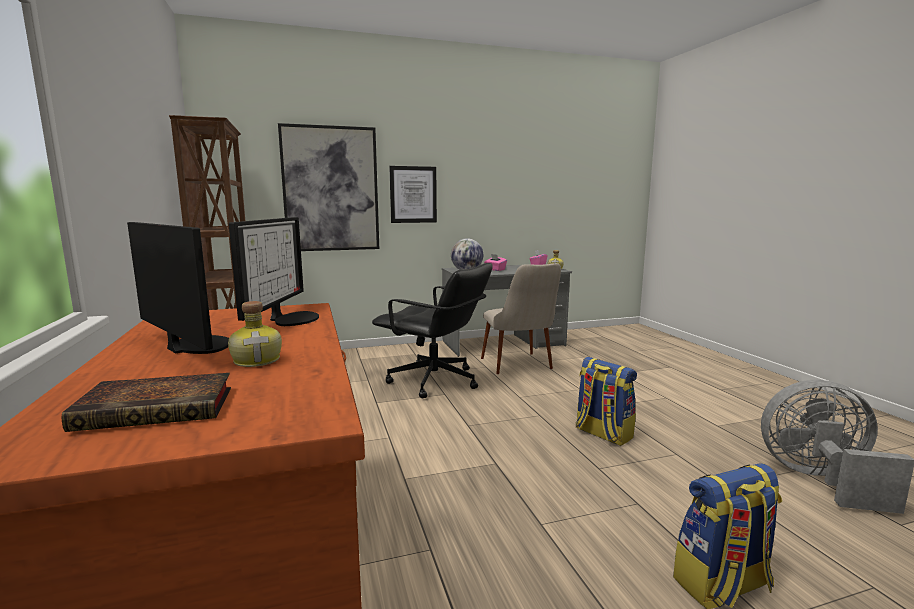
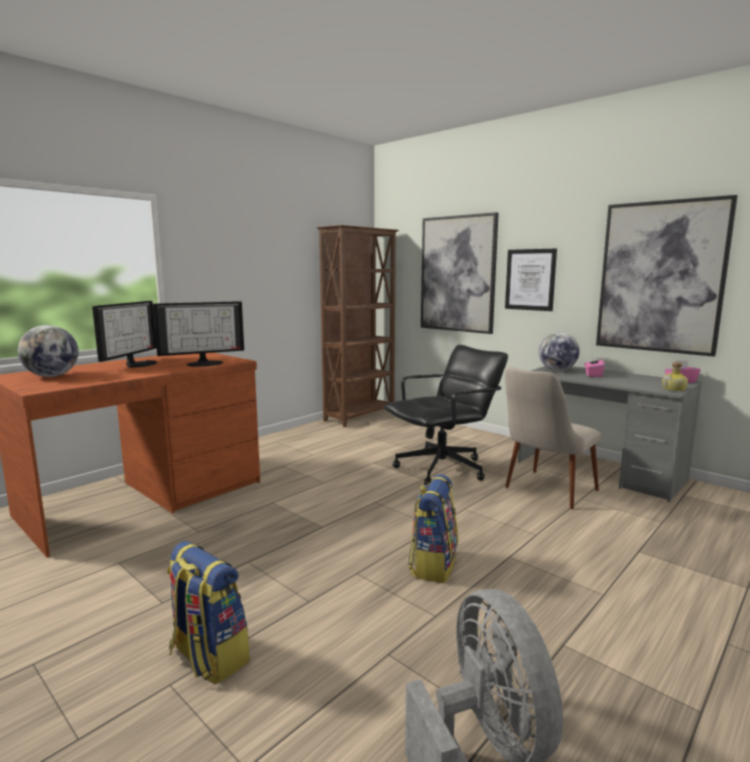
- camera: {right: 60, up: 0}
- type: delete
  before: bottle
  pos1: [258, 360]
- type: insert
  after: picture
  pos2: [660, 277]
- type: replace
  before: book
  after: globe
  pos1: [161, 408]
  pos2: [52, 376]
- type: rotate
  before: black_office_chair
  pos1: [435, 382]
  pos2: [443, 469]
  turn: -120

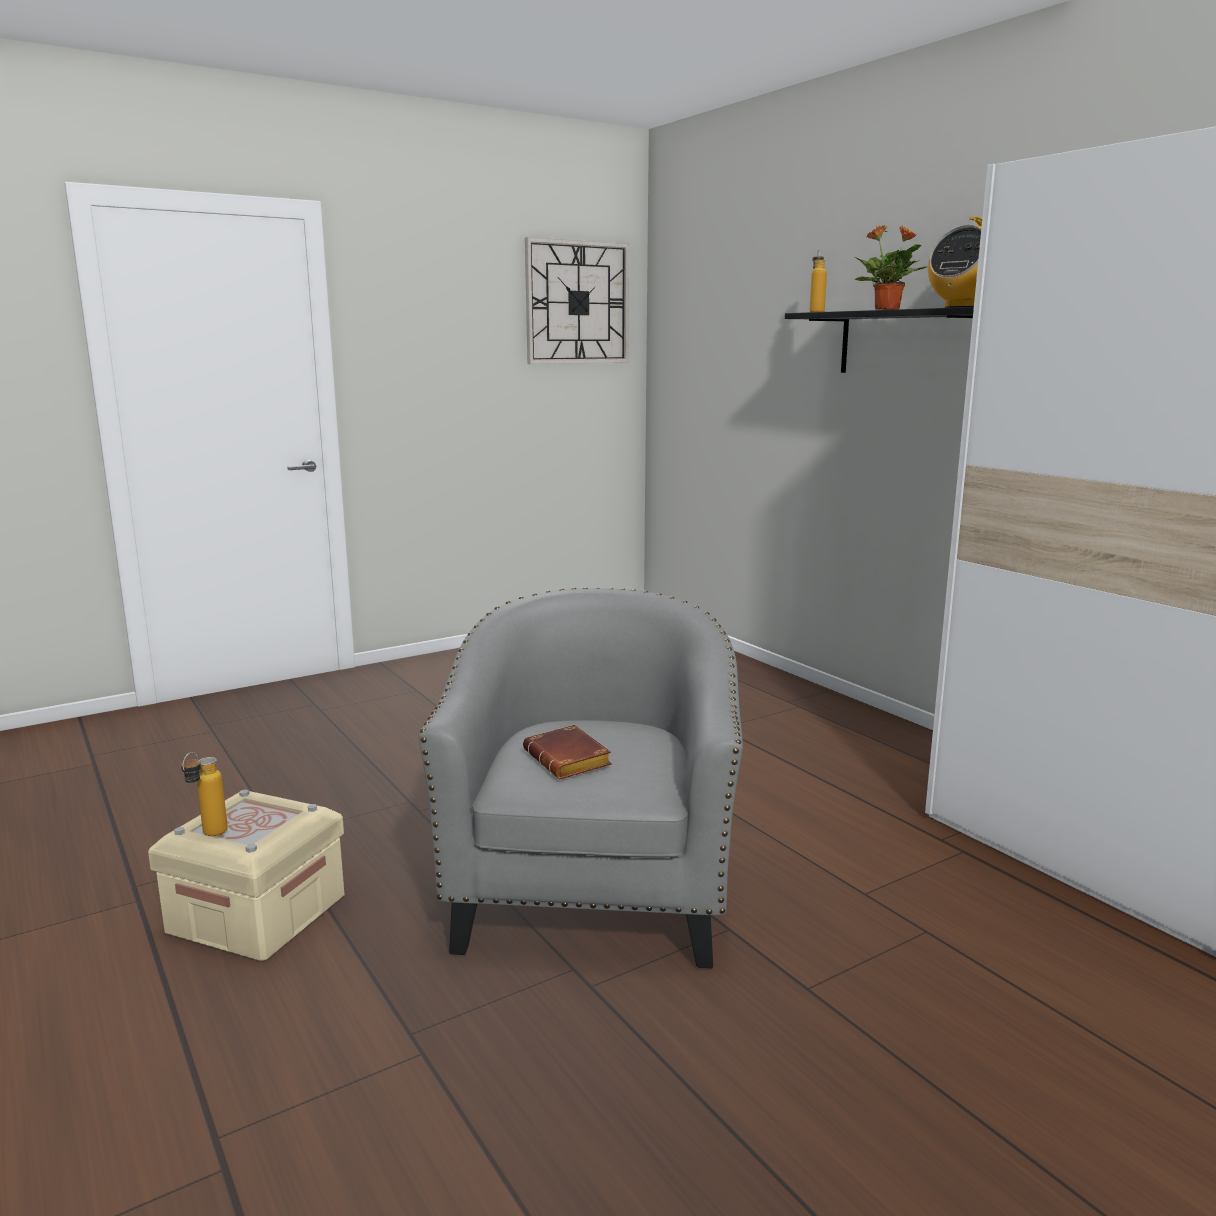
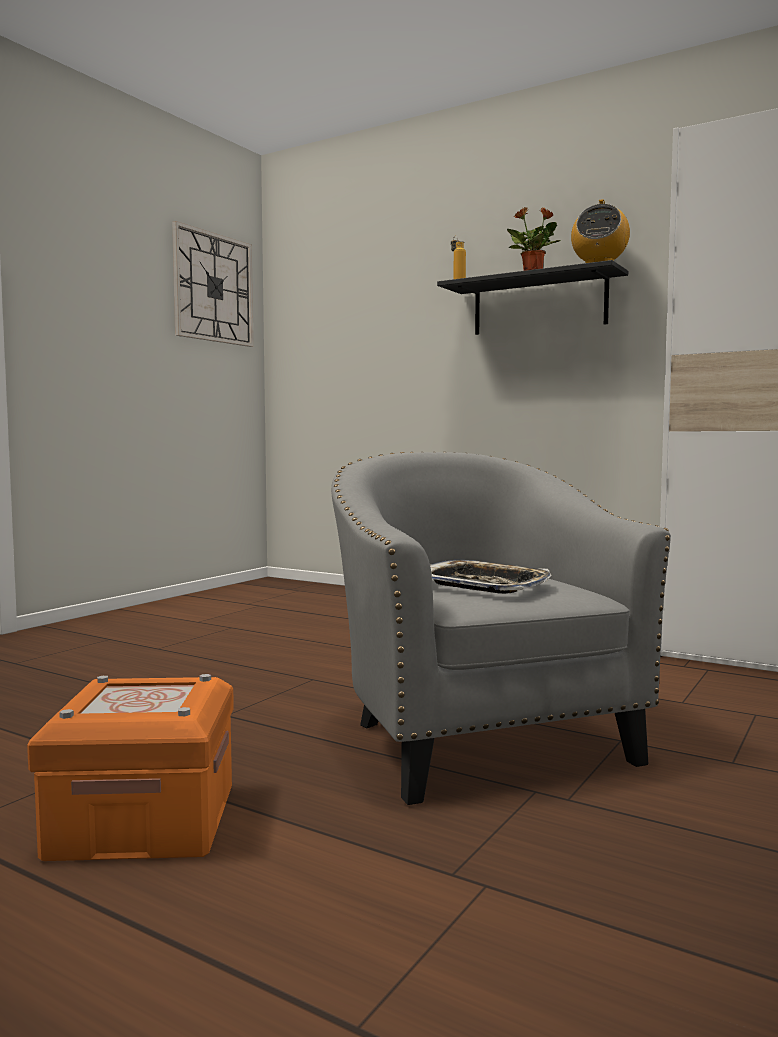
- camera: {right: -25, up: -10}
- type: delete
  before: bottle
  pos1: [208, 836]
- type: replace
  before: brown_book
  after: tray
  pos1: [570, 760]
  pos2: [483, 586]
- type: recolor
  before: beige_storage_box
  after: orange_storage_box
  pos1: [257, 914]
  pos2: [144, 821]

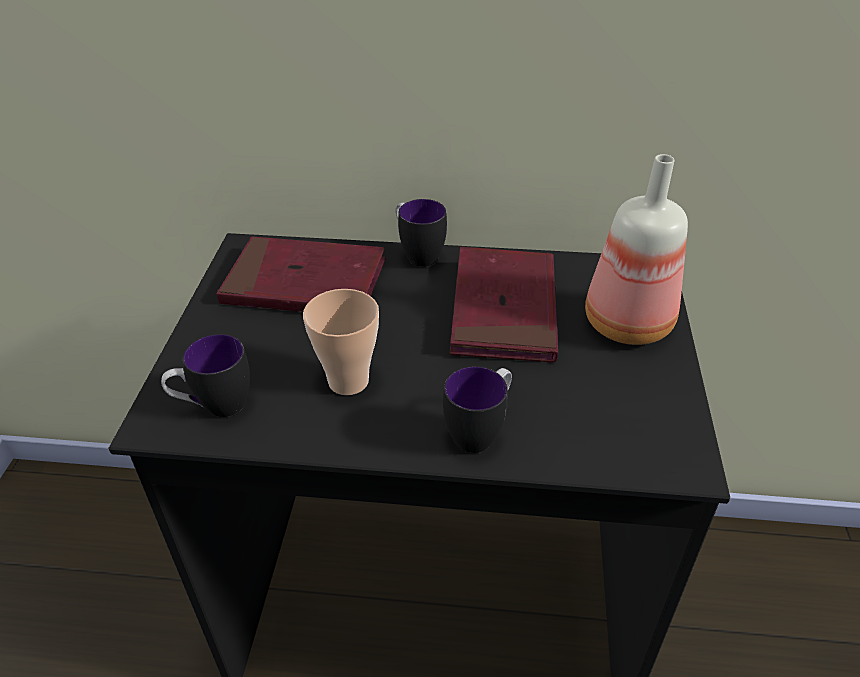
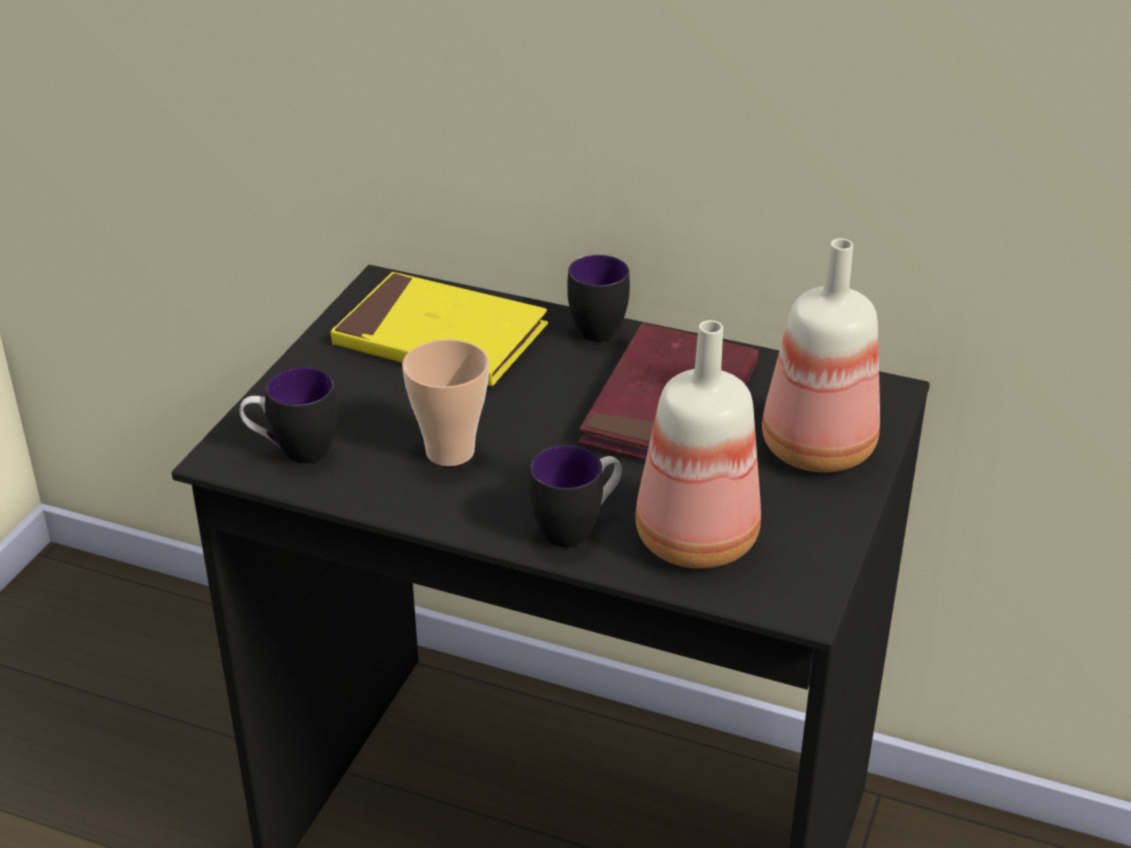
- camera: {right: 15, up: -5}
- type: insert
  after: bottle
  pos2: [695, 542]
- type: recolor
  before: red_book
  after: yellow_book
  pos1: [305, 283]
  pos2: [440, 338]

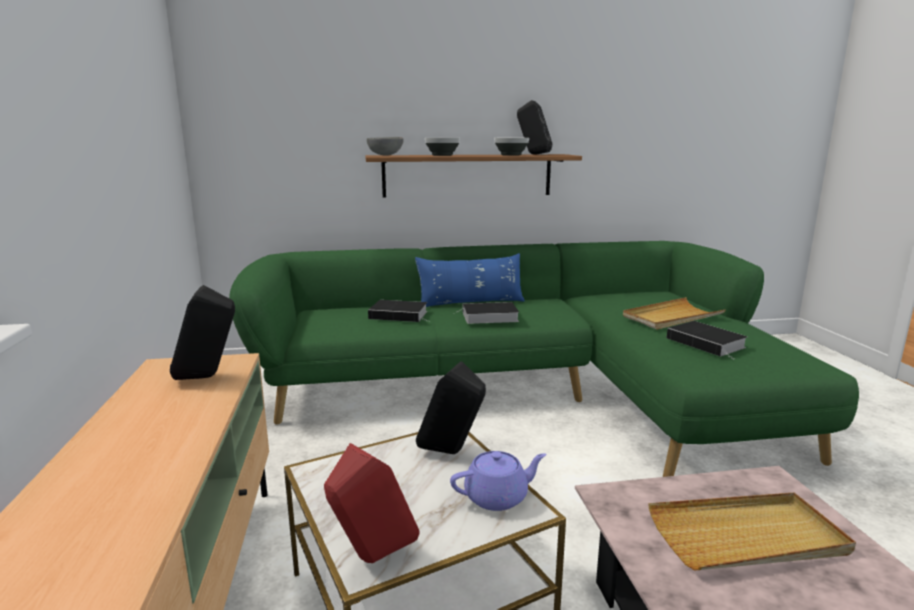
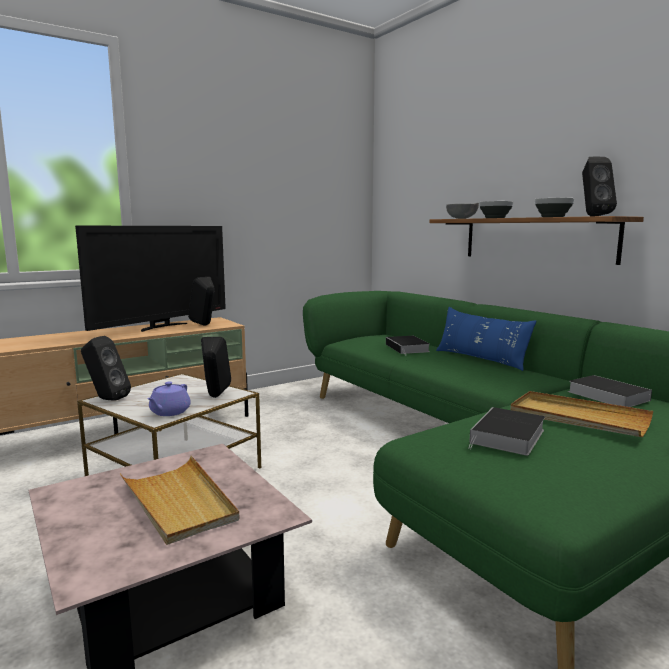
- camera: {right: 65, up: -5}
- type: insert
  after: television
  pos2: [162, 327]
- type: move
  before: book
  pos1: [488, 317]
  pos2: [605, 395]
- type: recolor
  before: red_speaker
  after: black_speaker
  pos1: [372, 560]
  pos2: [106, 399]
- type: rotate
  before: purple_teapot
  pos1: [497, 497]
  pos2: [169, 412]
  turn: 60

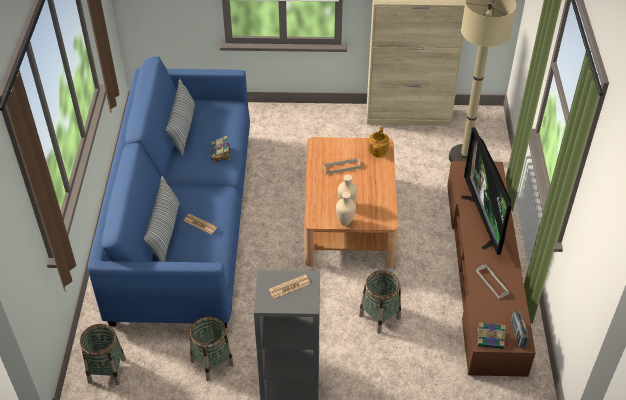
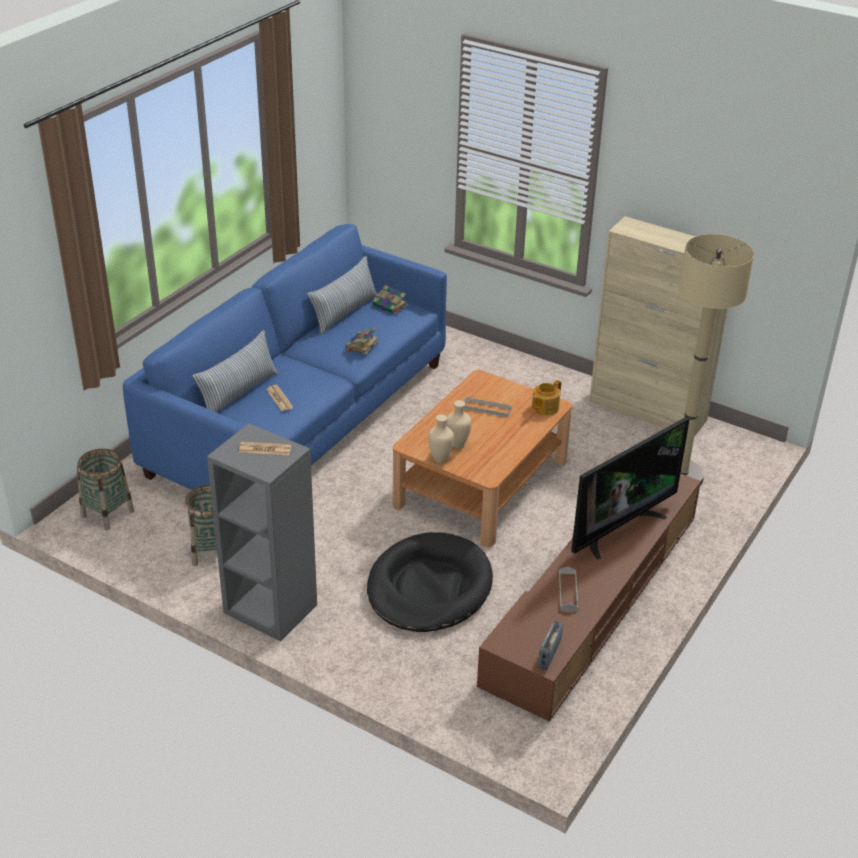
- camera: {right: 30, up: -10}
- type: move
  before: book
  pos1: [491, 339]
  pos2: [390, 306]
- type: replace
  before: basket
  after: black_dog_bed
  pos1: [379, 316]
  pos2: [429, 587]
- type: rotate
  before: television
  pos1: [484, 220]
  pos2: [619, 529]
  turn: -150

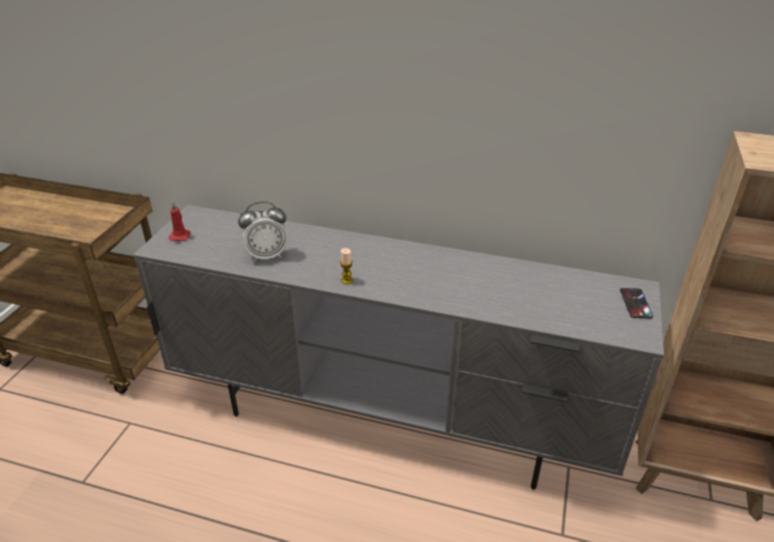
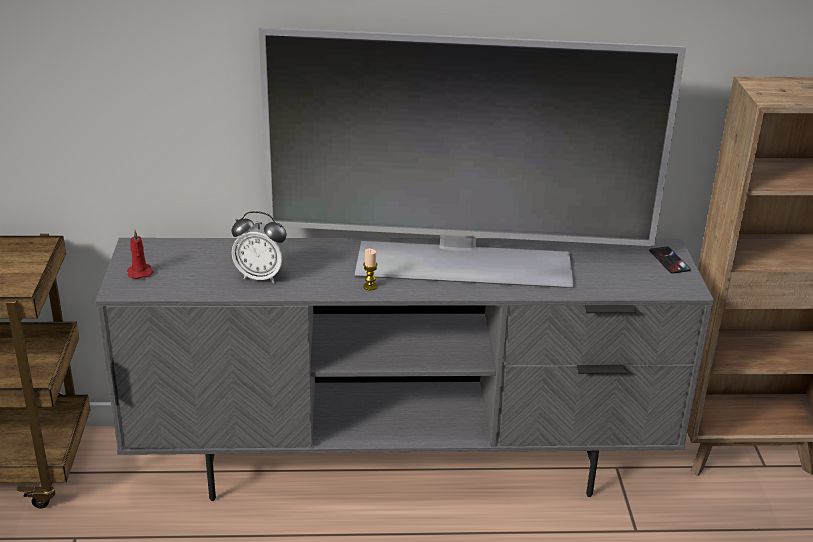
- camera: {right: -20, up: -5}
- type: insert
  after: television
  pos2: [463, 263]
- type: rotate
  before: alarm_clock
  pos1: [267, 255]
  pos2: [261, 276]
  turn: 45

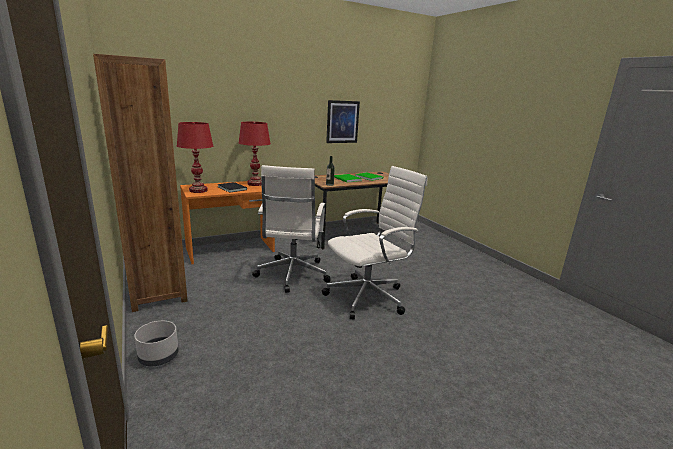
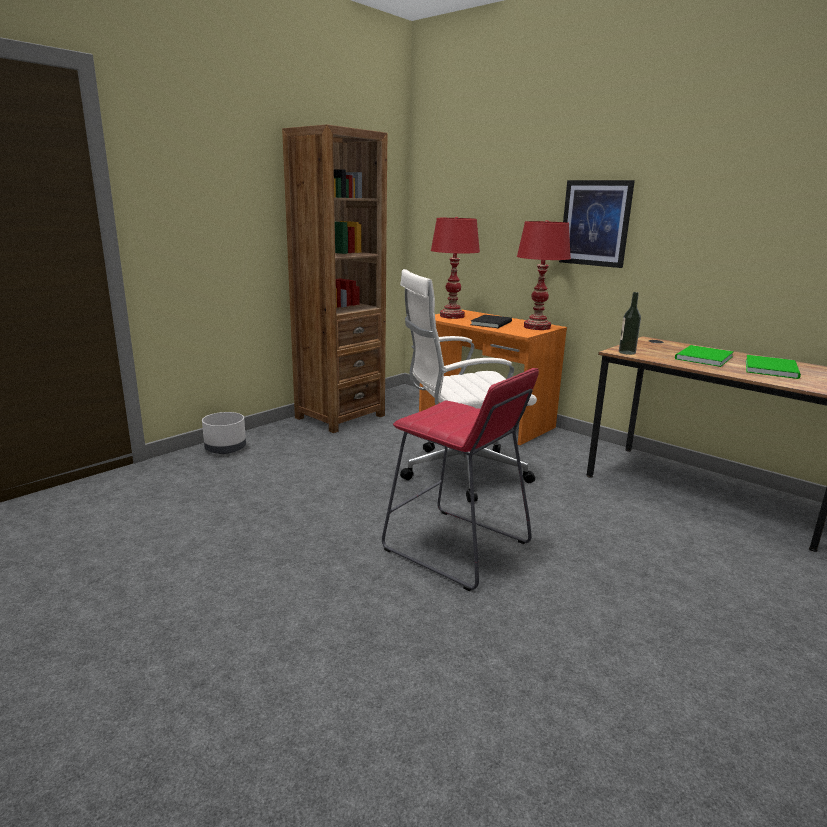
- camera: {right: 70, up: 0}
- type: move
  before: picture
  pos1: [342, 122]
  pos2: [595, 223]
- type: replace
  before: white_office_chair
  after: red_stool
  pos1: [368, 297]
  pos2: [456, 547]

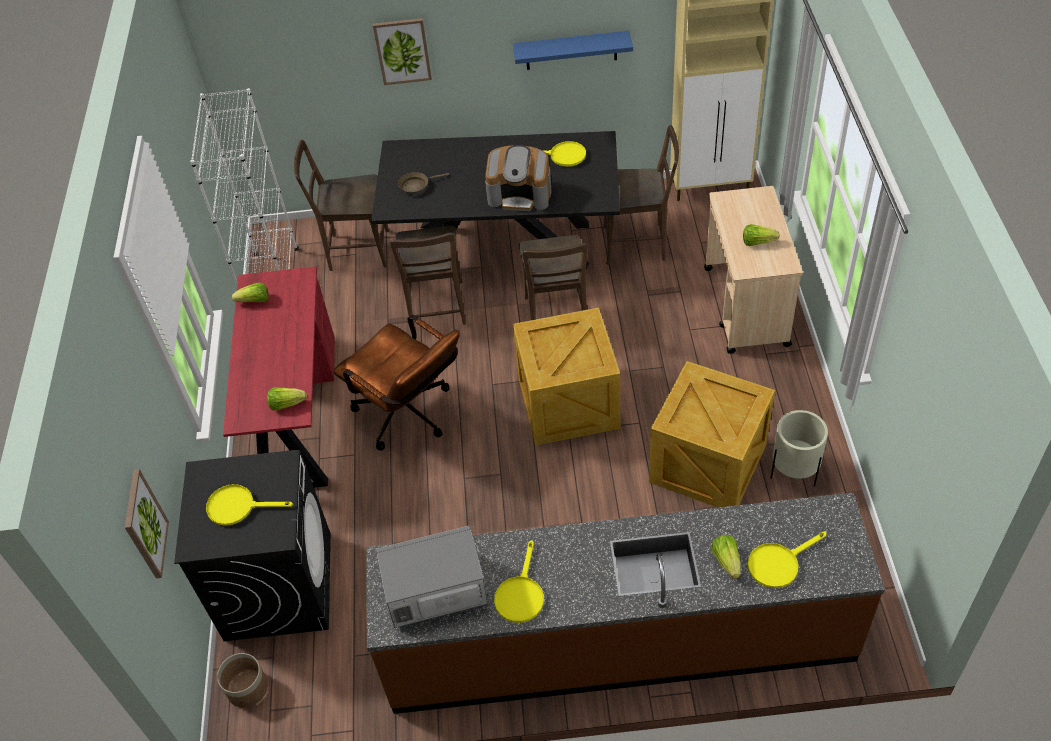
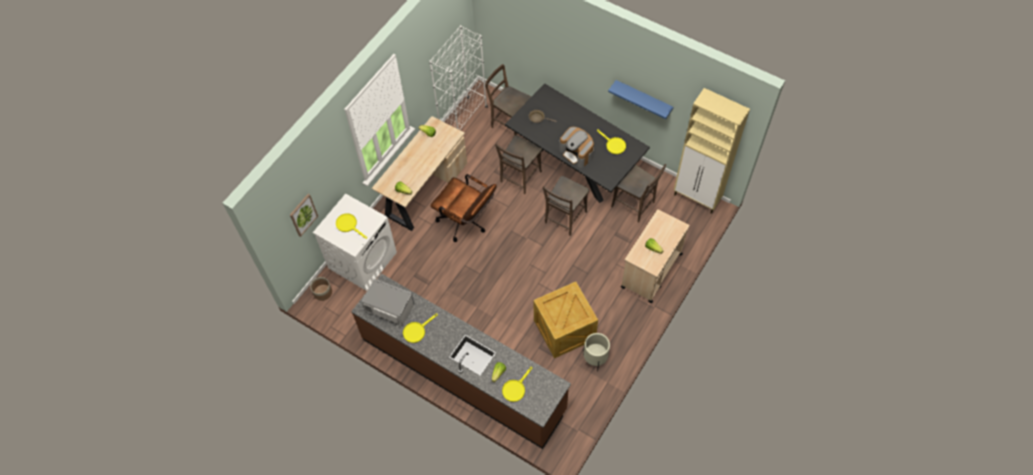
- camera: {right: 35, up: 10}
- type: delete
  before: picture
  pos1: [402, 51]
- type: delete
  before: crate
  pos1: [569, 402]
- type: recolor
  before: black_washing_machine
  after: white_washing_machine
  pos1: [278, 585]
  pos2: [362, 260]
- type: recolor
  before: red_desk
  after: beige_desk
  pos1: [296, 415]
  pos2: [424, 190]
- type: rotate
  before: brown_office_chair
  pos1: [410, 417]
  pos2: [466, 222]
  turn: -45
- type: rotate
  before: yellow_frying_pan
  pos1: [778, 563]
  pos2: [515, 388]
  turn: -60

